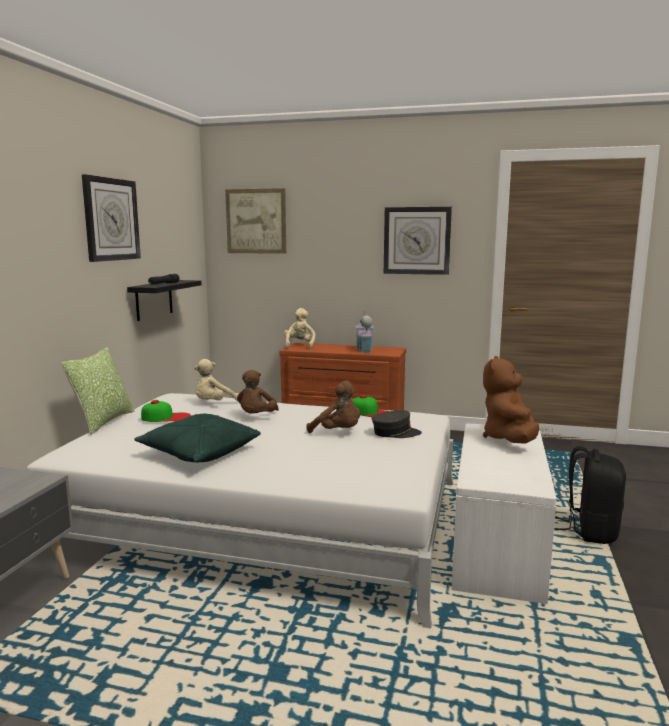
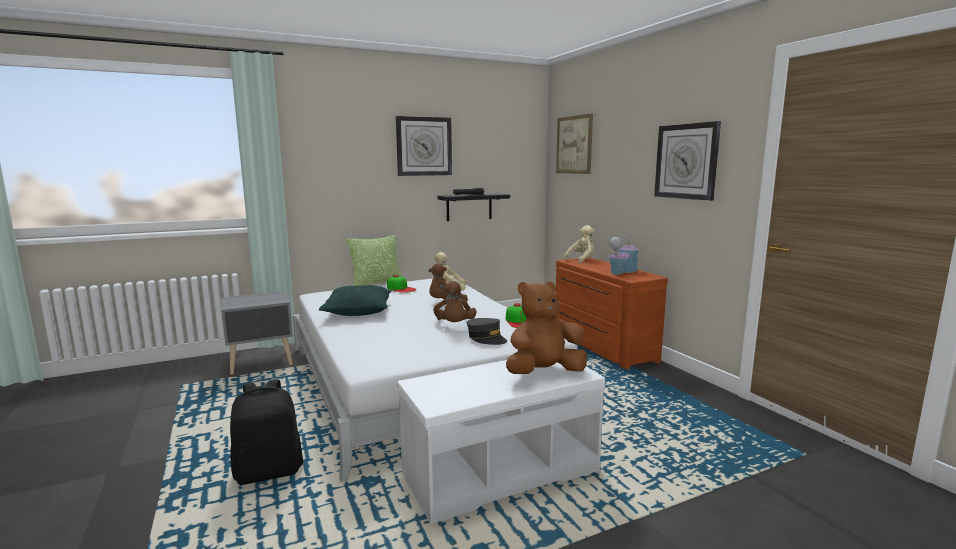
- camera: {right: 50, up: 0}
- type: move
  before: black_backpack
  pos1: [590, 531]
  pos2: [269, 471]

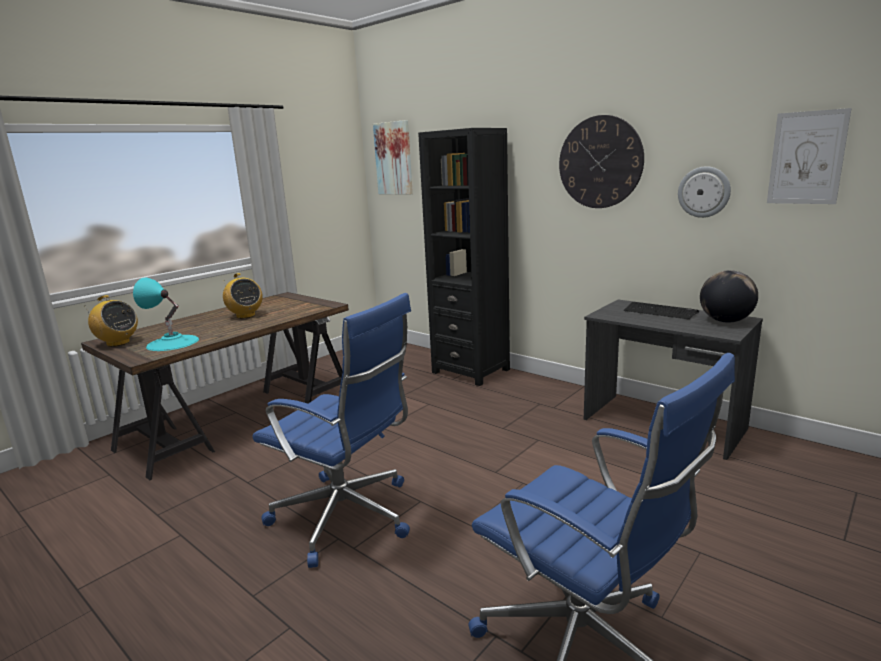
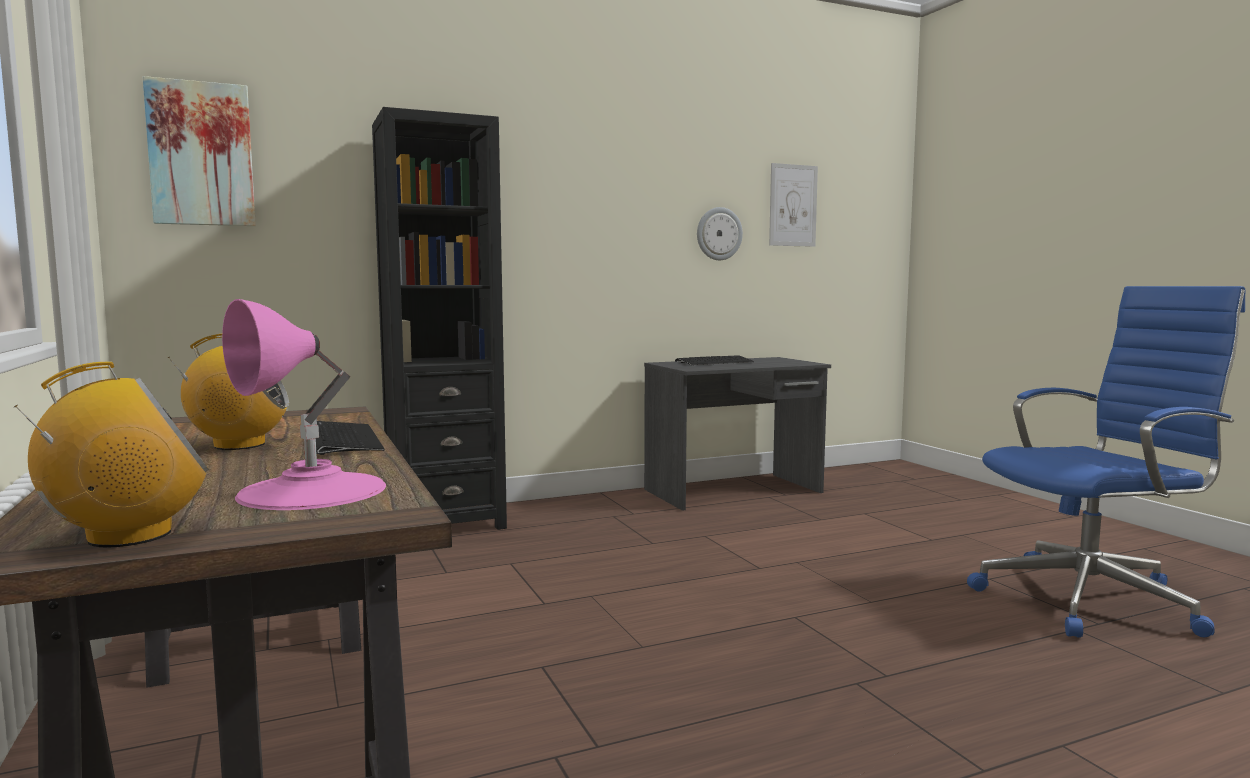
- camera: {right: -65, up: -10}
- type: delete
  before: blue_office_chair
  pos1: [347, 517]
- type: delete
  before: wall_clock
  pos1: [600, 162]
- type: delete
  before: globe
  pos1: [725, 321]
- type: insert
  after: keyboard
  pos2: [342, 440]
- type: recolor
  before: turquoise_table_lamp
  after: pink_table_lamp
  pos1: [172, 343]
  pos2: [312, 490]

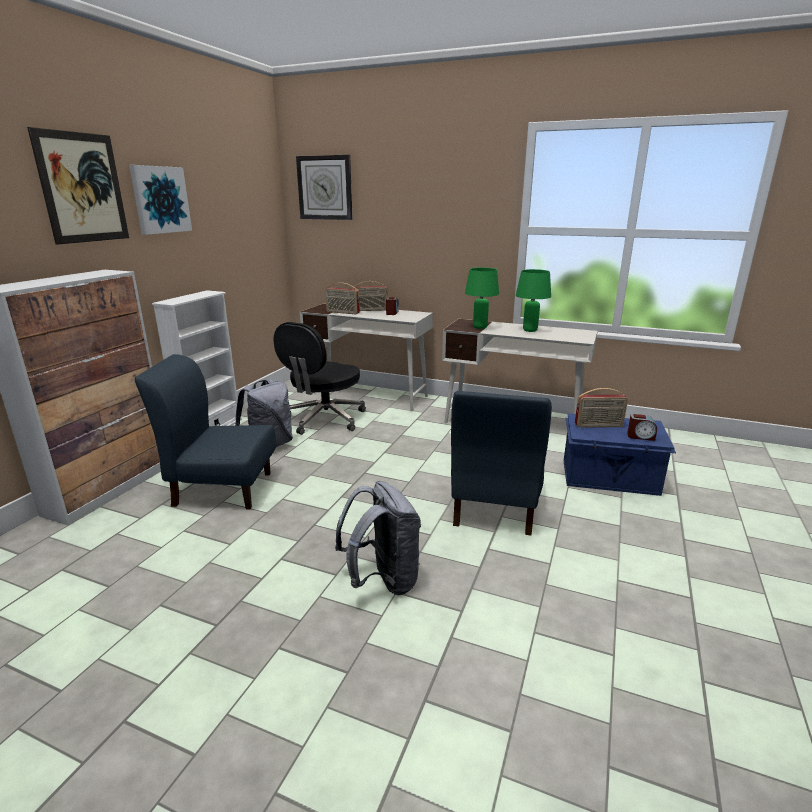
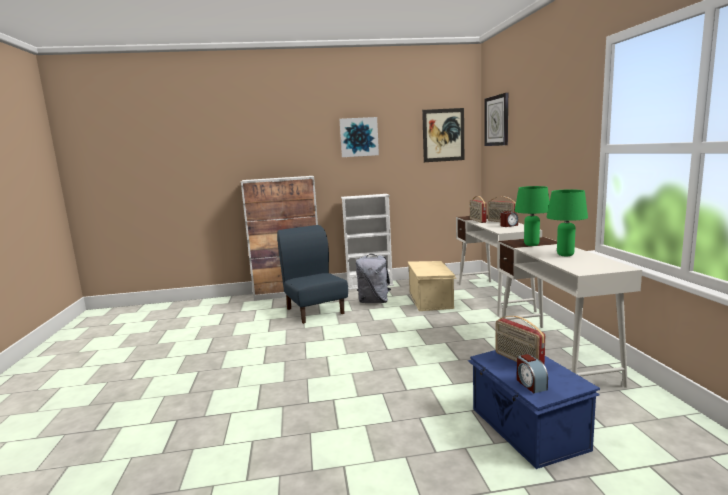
- camera: {right: 60, up: -10}
- type: delete
  before: grey_backpack
  pos1: [383, 580]
- type: delete
  before: blue_chair
  pos1: [494, 507]
- type: move
  before: picture
  pos1: [82, 188]
  pos2: [443, 135]
- type: replace
  before: black_office_chair
  after: beige_storage_box
  pos1: [324, 419]
  pos2: [431, 300]

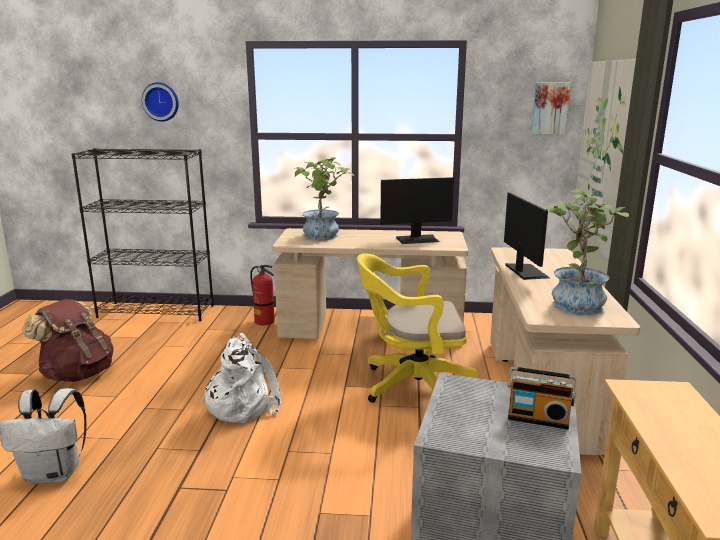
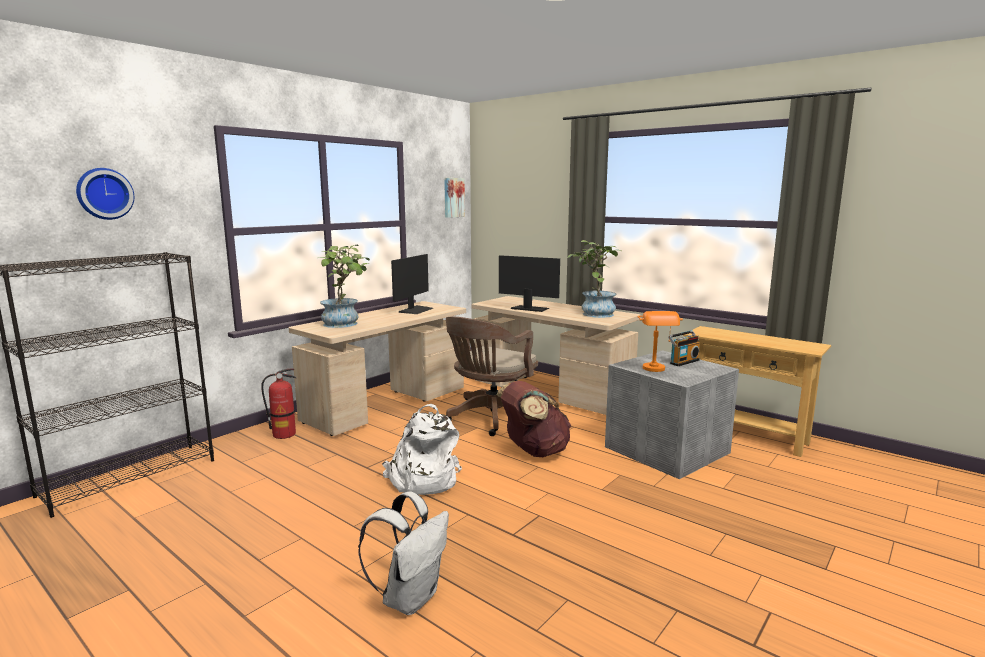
- camera: {right: -55, up: -5}
- type: delete
  before: picture
  pos1: [604, 155]
- type: insert
  after: orange_table_lamp
  pos2: [656, 371]
- type: move
  before: brown_backpack
  pos1: [77, 374]
  pos2: [534, 451]
- type: recolor
  before: yellow_office_chair
  after: brown_office_chair
  pos1: [411, 386]
  pos2: [490, 419]

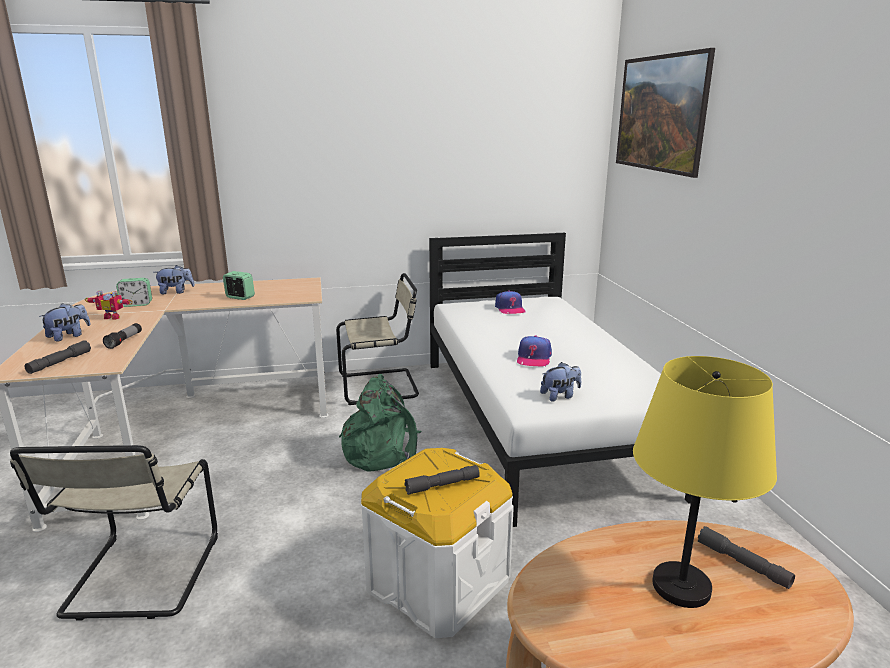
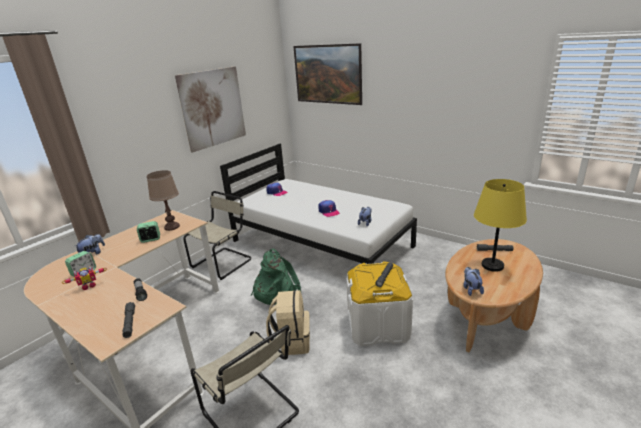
- camera: {right: -40, up: 5}
- type: insert
  after: brown_table_lamp
  pos2: [172, 227]
- type: insert
  after: picture
  pos2: [213, 108]
- type: insert
  after: beige_backpack
  pos2: [291, 341]
- type: move
  before: plush_toy
  pos1: [69, 336]
  pos2: [471, 289]

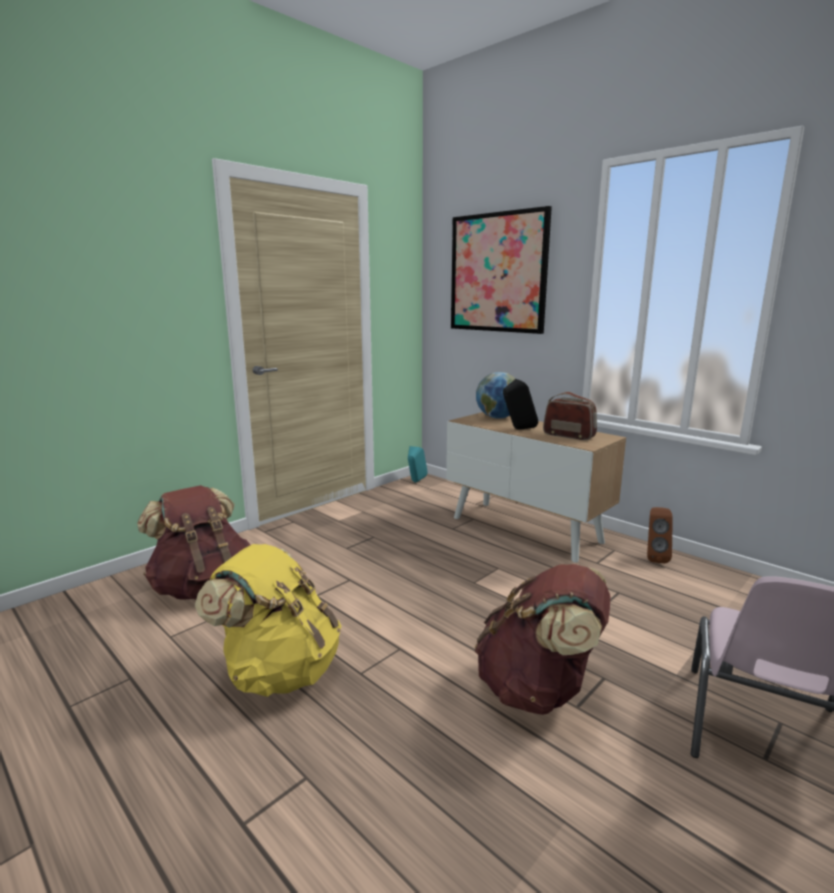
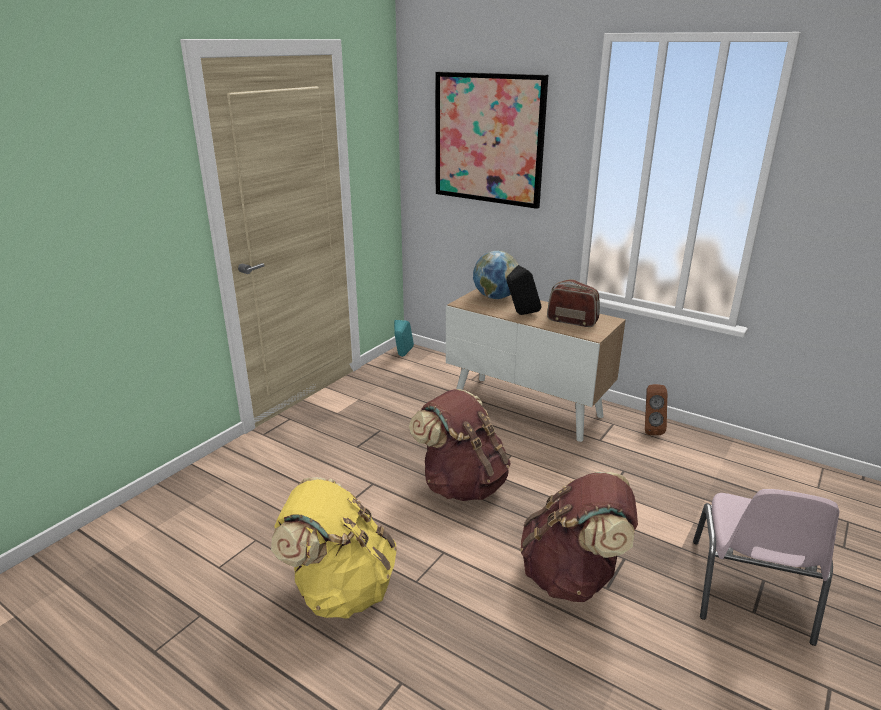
- camera: {right: -10, up: 10}
- type: move
  before: brown_backpack
  pos1: [202, 587]
  pos2: [462, 484]

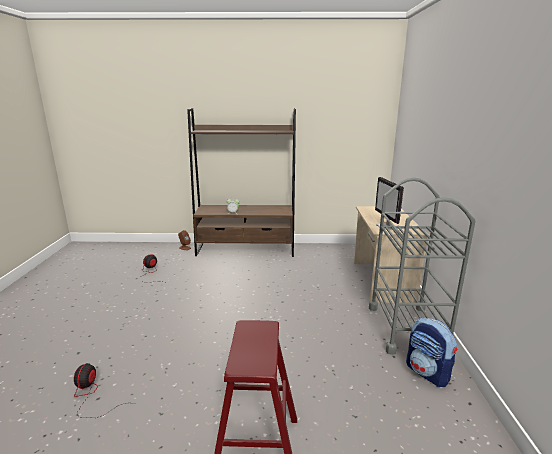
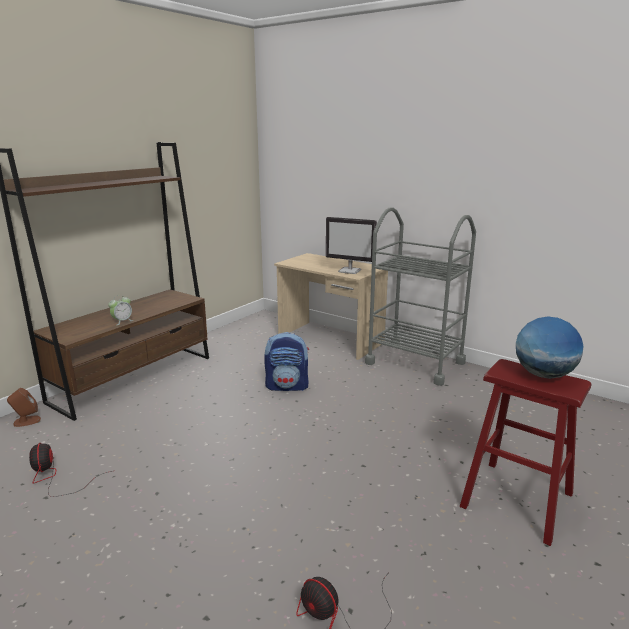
- camera: {right: -55, up: 0}
- type: insert
  after: globe
  pos2: [543, 375]
- type: move
  before: backpack
  pos1: [428, 373]
  pos2: [287, 386]

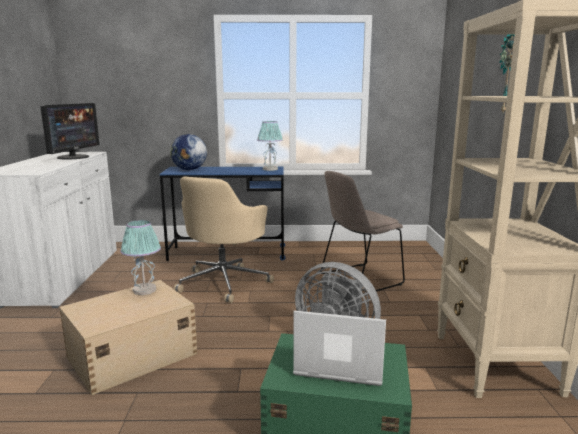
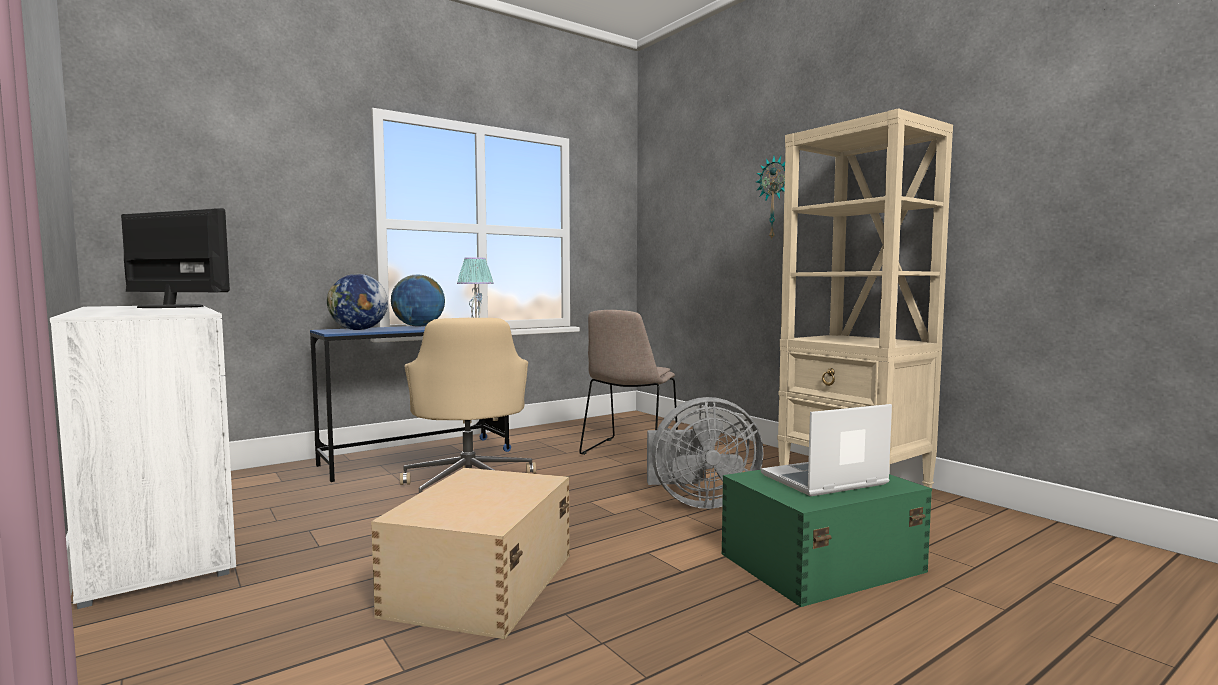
- camera: {right: -35, up: -10}
- type: delete
  before: table_lamp
  pos1: [144, 290]
- type: insert
  after: globe
  pos2: [419, 326]
- type: rotate
  before: monitor
  pos1: [74, 157]
  pos2: [172, 307]
  turn: -45

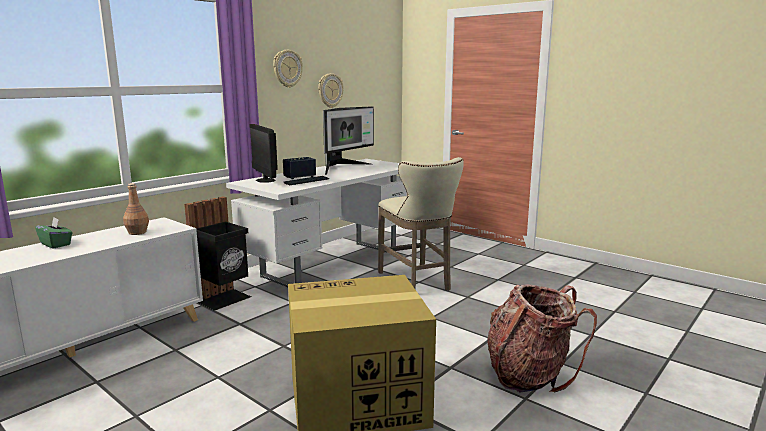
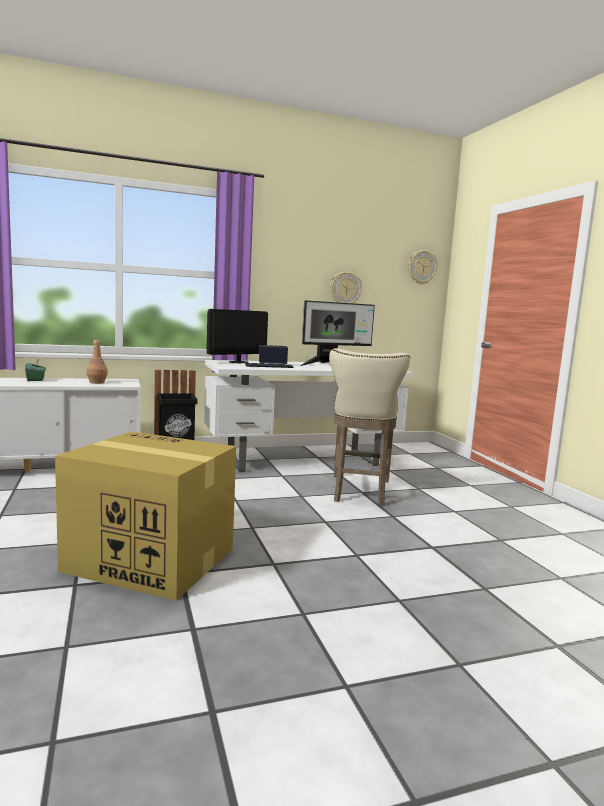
- camera: {right: 30, up: -5}
- type: delete
  before: backpack
  pos1: [529, 375]
- type: move
  before: wall_clock
  pos1: [287, 68]
  pos2: [422, 267]
- type: rotate
  before: monitor
  pos1: [265, 180]
  pos2: [238, 362]
  turn: 45

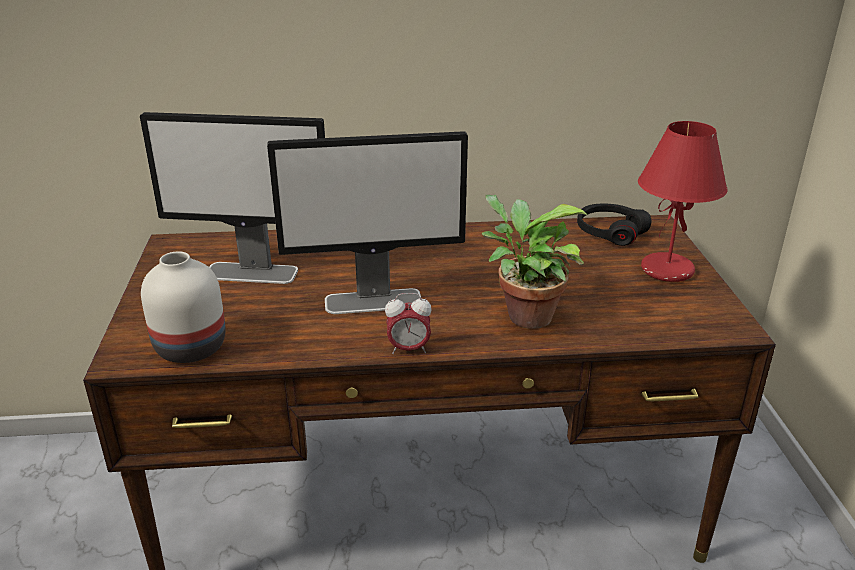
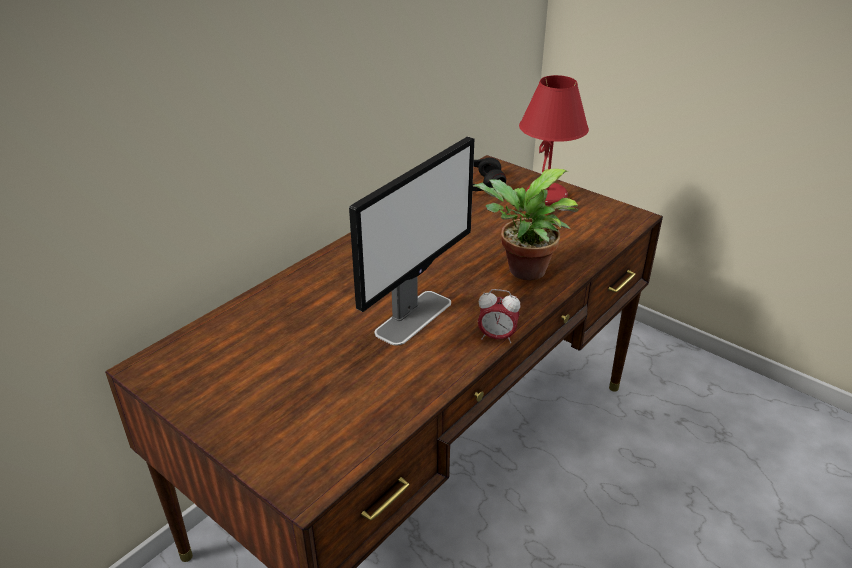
- camera: {right: -45, up: 5}
- type: delete
  before: monitor
  pos1: [252, 273]
- type: delete
  before: white_vase
  pos1: [192, 348]
- type: rotate
  before: alarm_clock
  pos1: [408, 349]
  pos2: [497, 337]
  turn: 60

